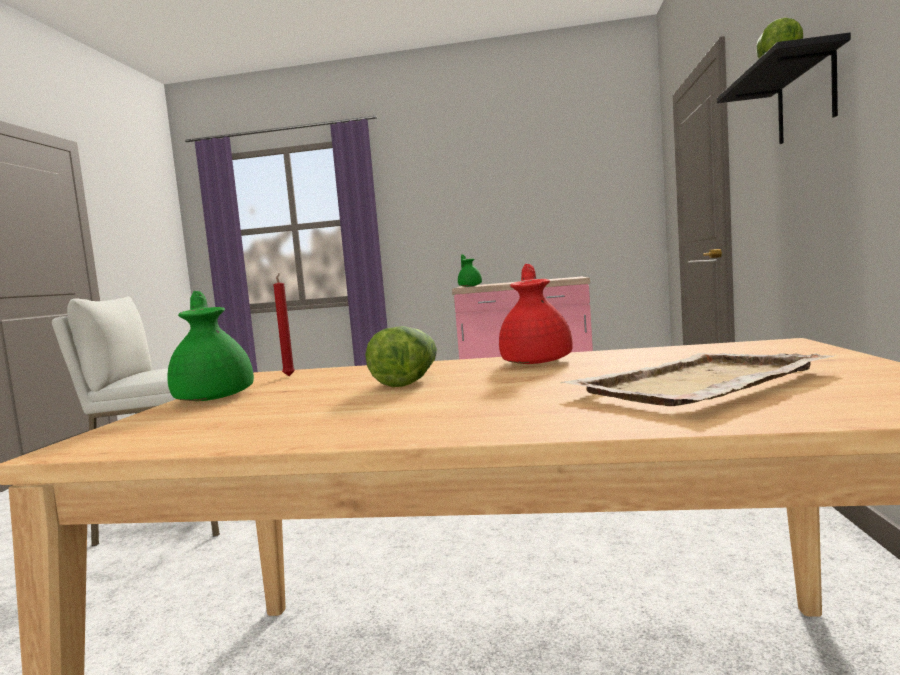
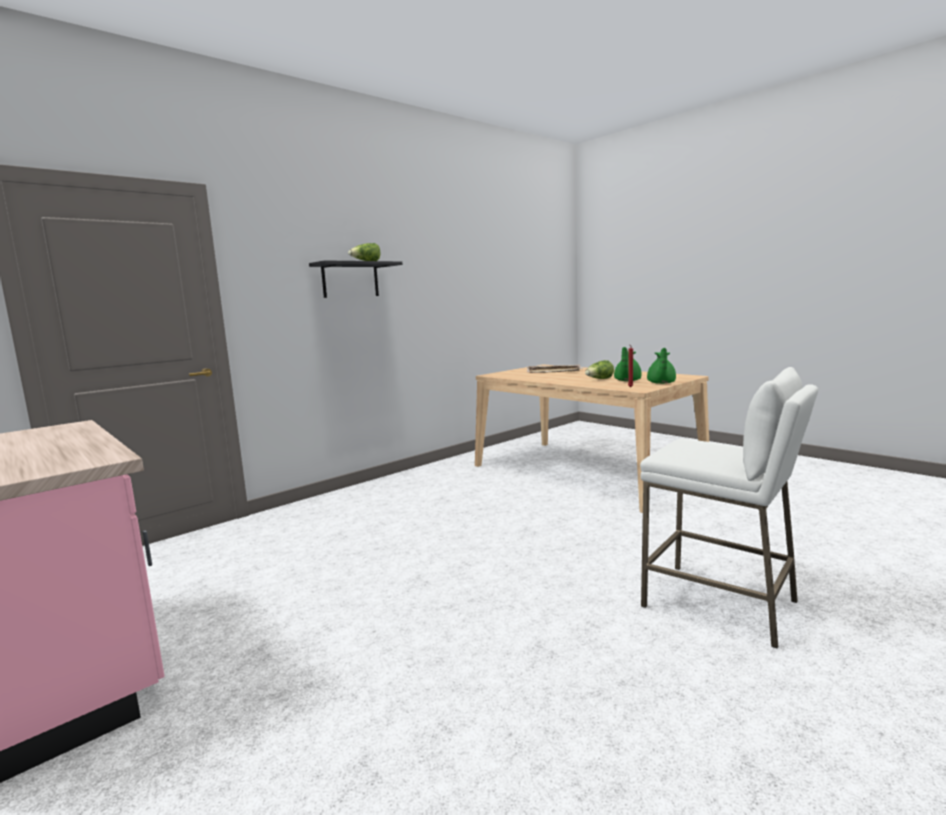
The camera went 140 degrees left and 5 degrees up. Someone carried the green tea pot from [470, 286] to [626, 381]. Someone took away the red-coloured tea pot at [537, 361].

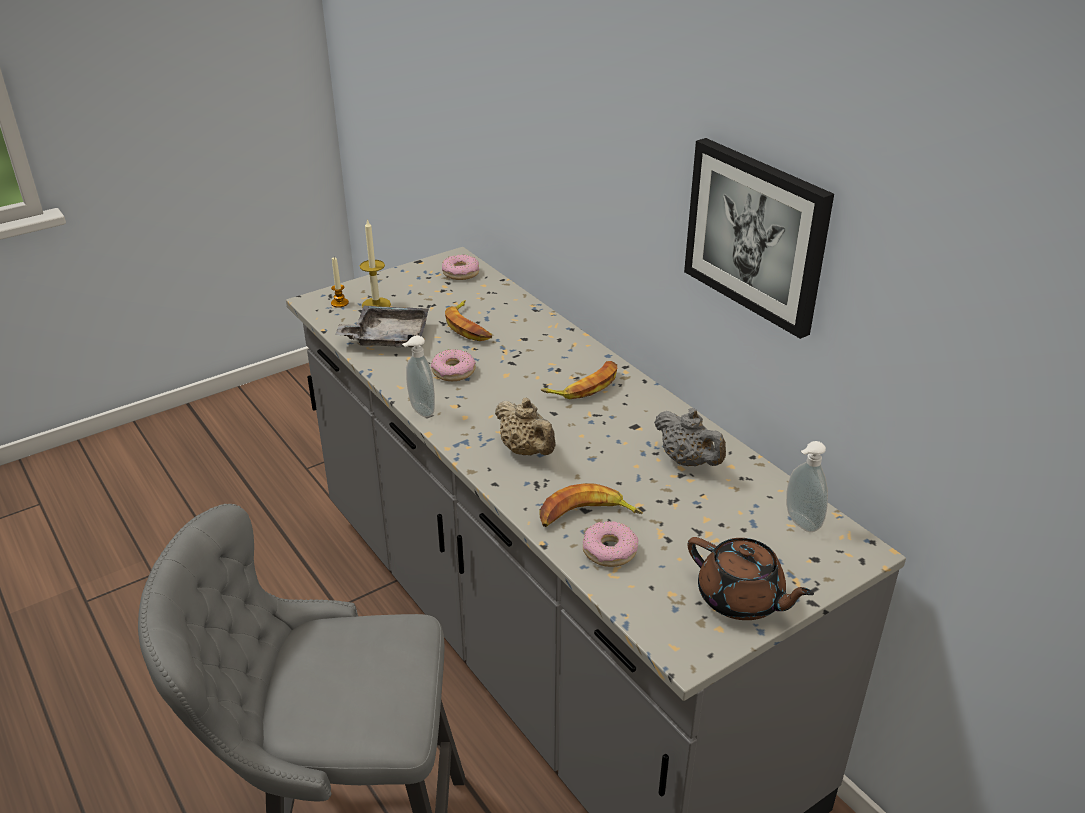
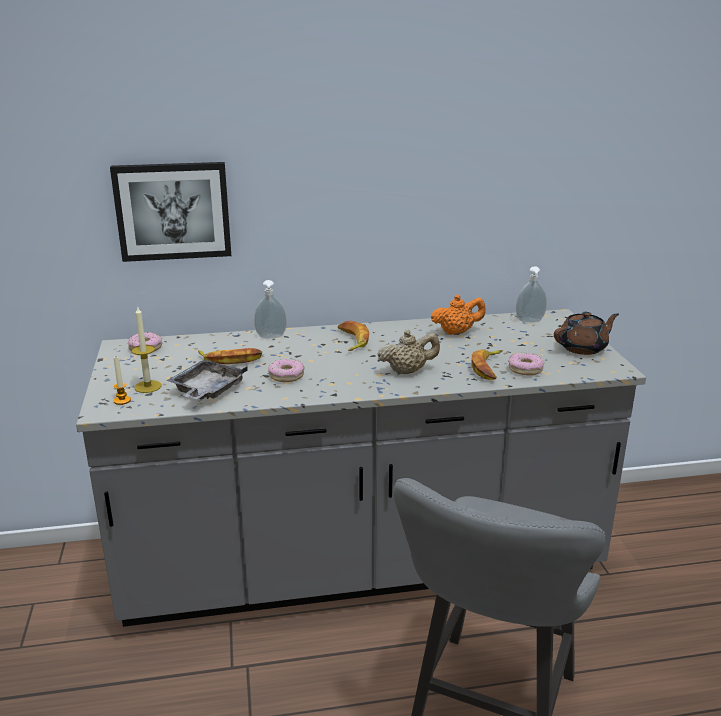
The camera went 65 degrees left and 10 degrees down. Someone carried the wall picture from [757, 234] to [173, 211]. Someone carried the soap dispenser from [420, 411] to [271, 337]. Someone repainted the gray tea pot at [688, 461], which became the orange tea pot at [457, 332].

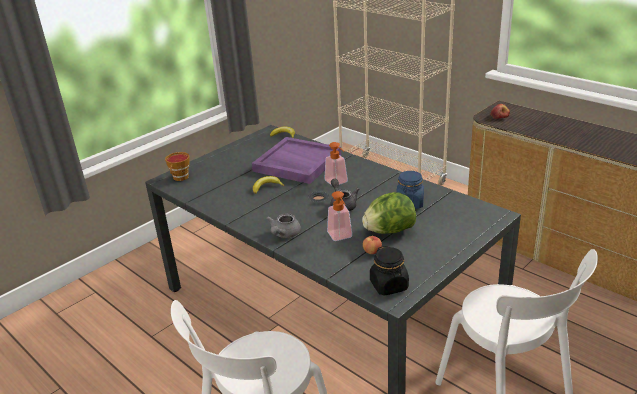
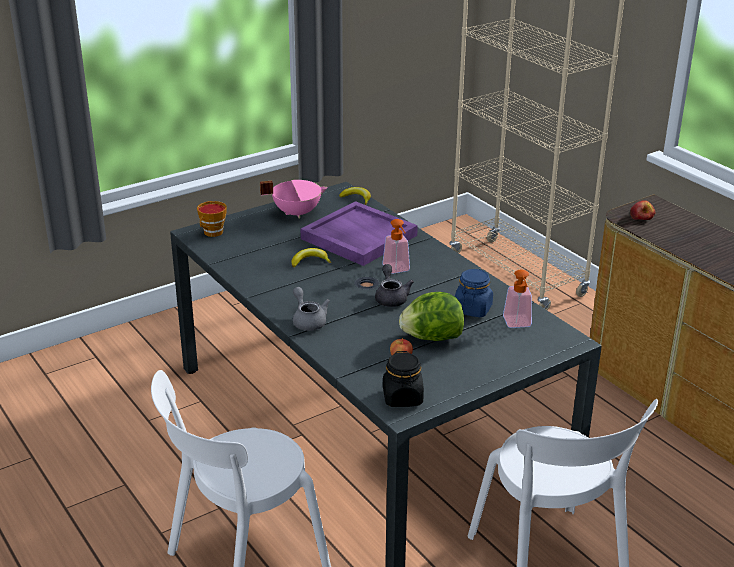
The camera went 10 degrees right and 0 degrees up. Someone carried the soap dispenser from [341, 237] to [518, 324]. Someone rotated the gray tea pot at [284, 234] by 120 degrees clockwise. Someone put down the pink saucepot at [296, 213].

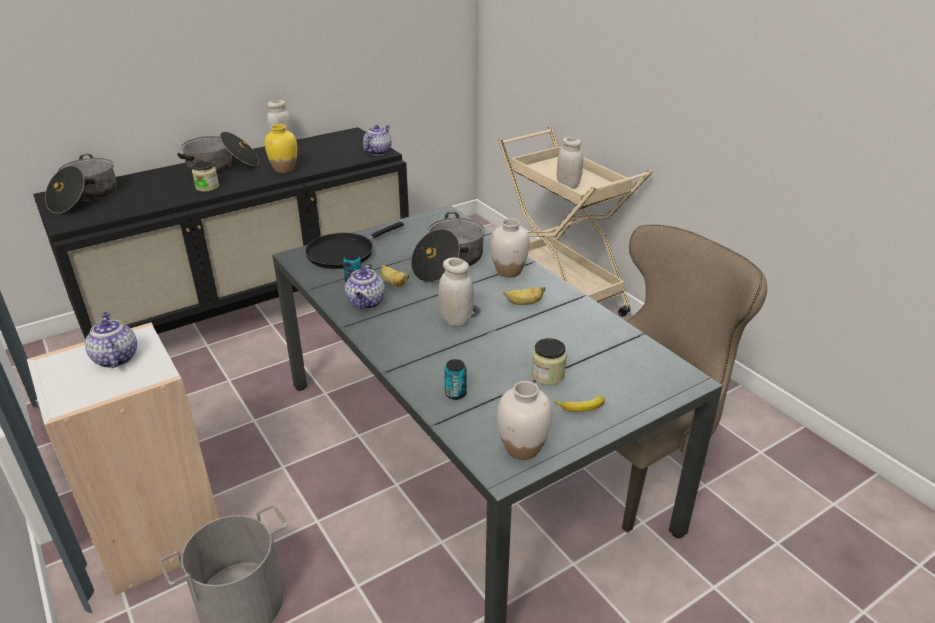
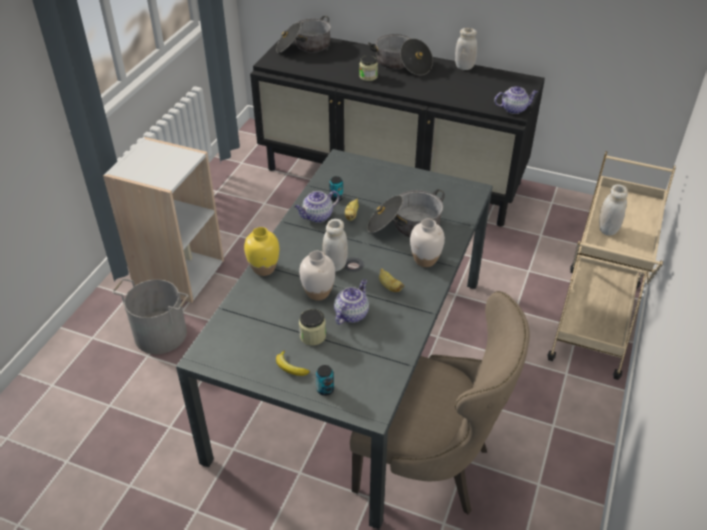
The camera went 55 degrees right and 10 degrees up. Someone carried the yellow decorative vase from [284, 169] to [264, 269]. Someone took away the black-coloured skillet at [344, 253]. Someone carried the tea pot from [115, 358] to [351, 313]. Someone carried the can from [455, 394] to [325, 389]. Someone carried the whitish decorative vase from [522, 448] to [318, 293].

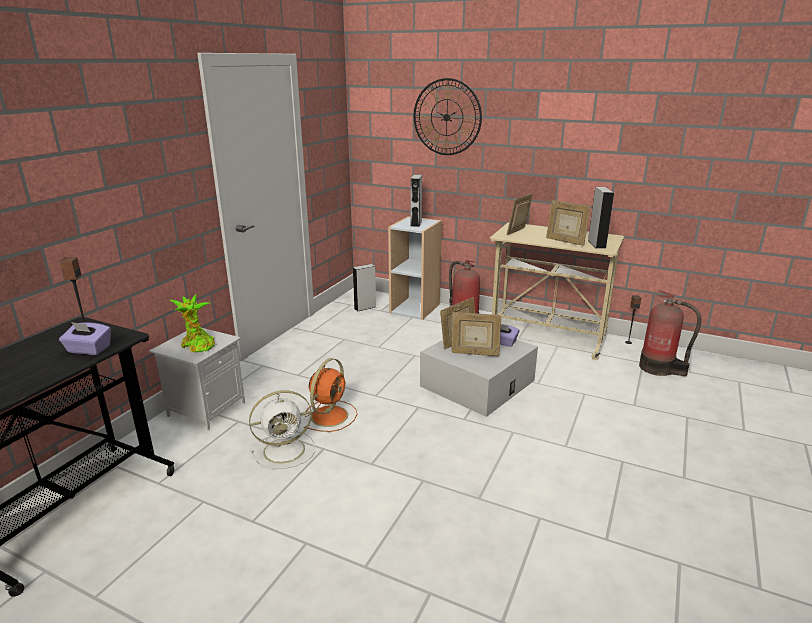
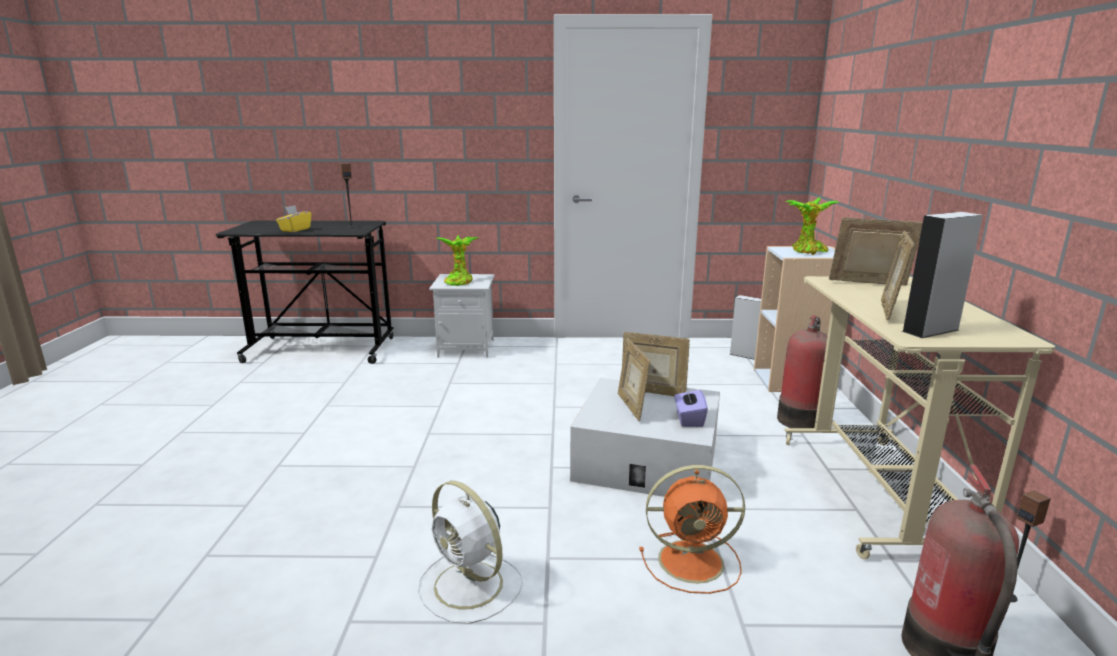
The camera went 65 degrees right and 5 degrees down. Someone took away the wall clock at [447, 117]. Someone swapped the gray loudspeaker at [416, 223] for the potted plant at [808, 252]. Someone took away the purple tissue box at [88, 350]. Someone carried the orange electric fan from [330, 415] to [694, 561]. Someone carried the whitish electric fan from [286, 450] to [470, 586]. Someone put down the yellow tissue box at [295, 230].

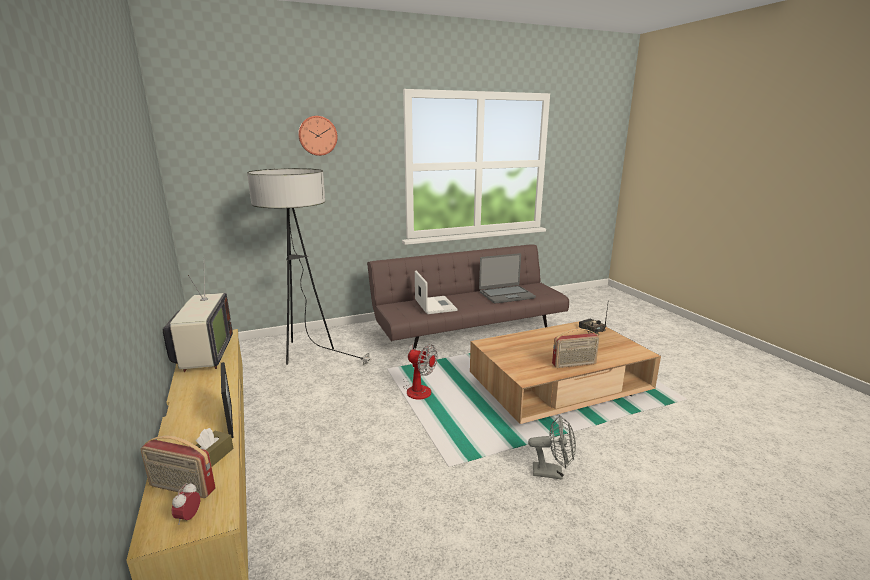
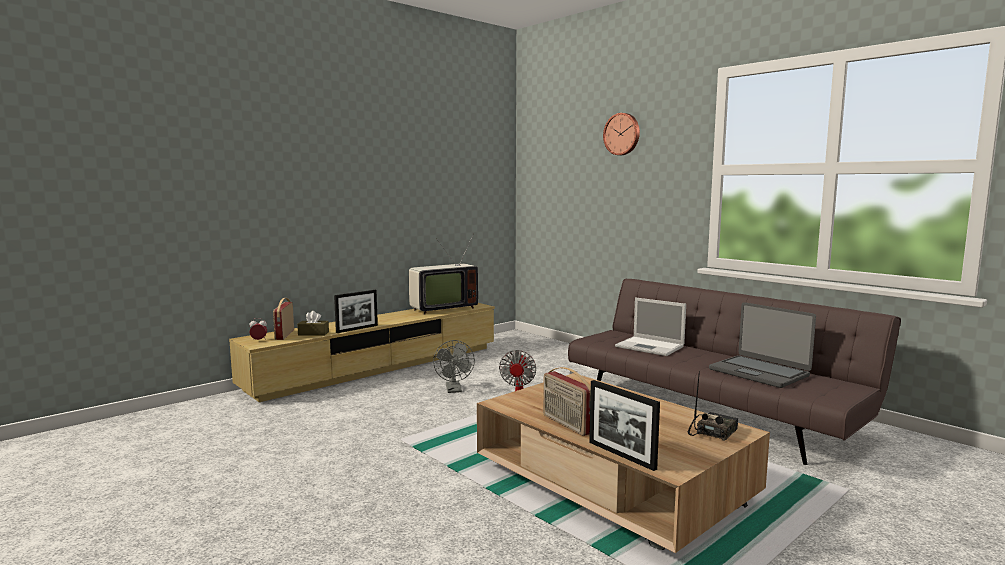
The camera went 70 degrees right and 10 degrees down. Someone took away the standing lamp at [308, 356]. Someone rotated the notebook computer at [435, 305] by 75 degrees clockwise. Someone carried the gray electric fan from [552, 472] to [454, 390]. Someone put down the standing frame at [621, 455].

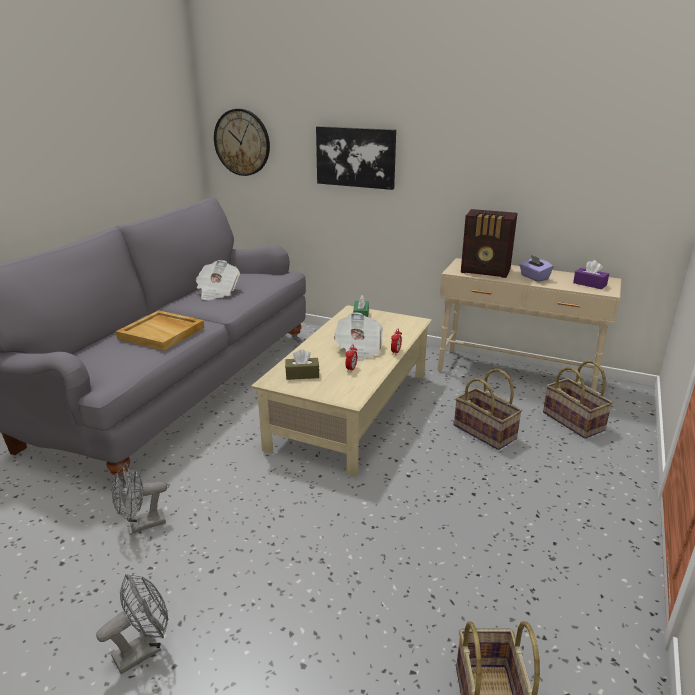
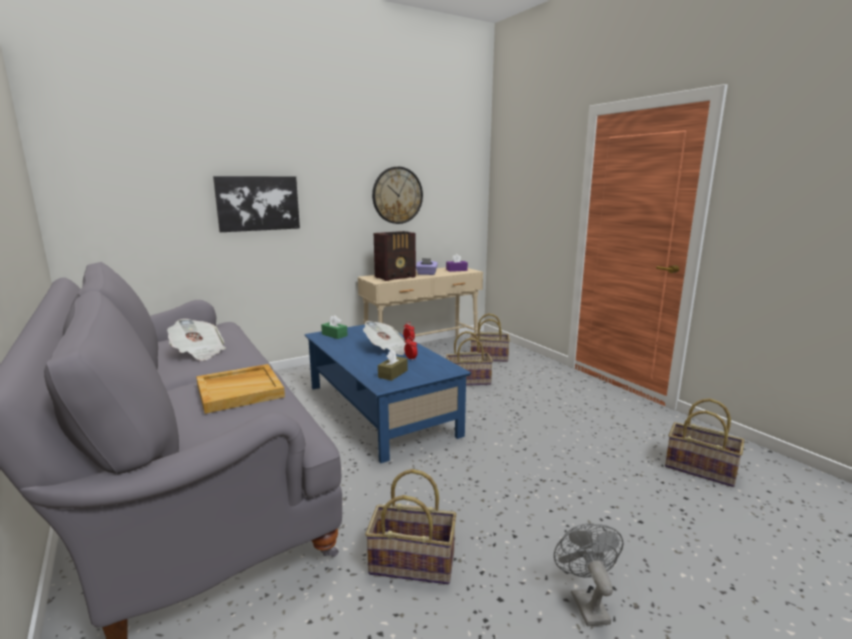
The camera went 55 degrees left and 10 degrees down. Someone carried the wall clock from [242, 142] to [397, 195]. Someone repainted the beige low table at [350, 409], which became the blue-coloured low table at [378, 409]. Someone swapped the gray electric fan at [141, 525] for the household basket at [413, 562].

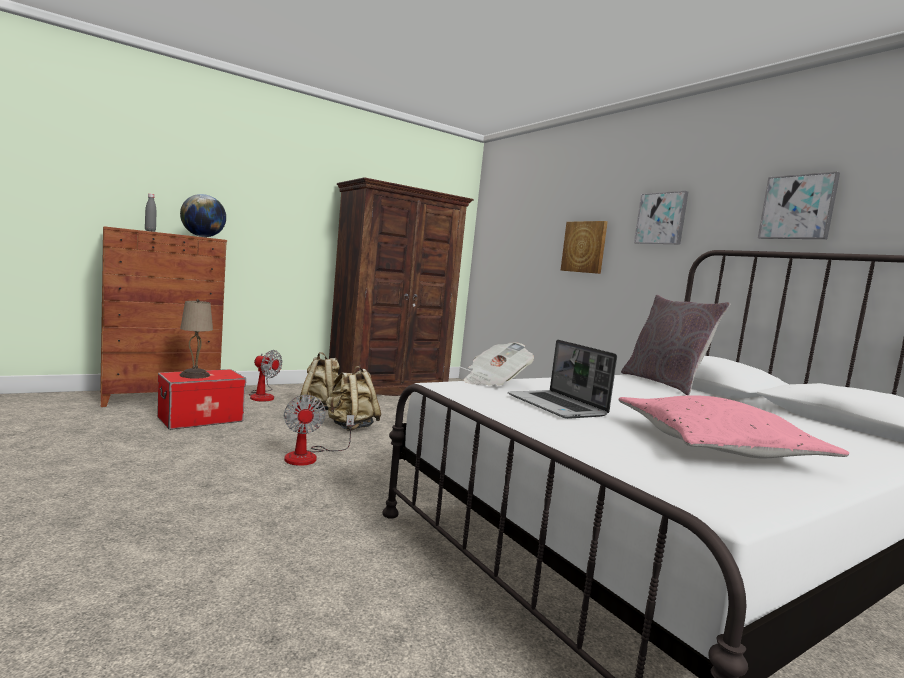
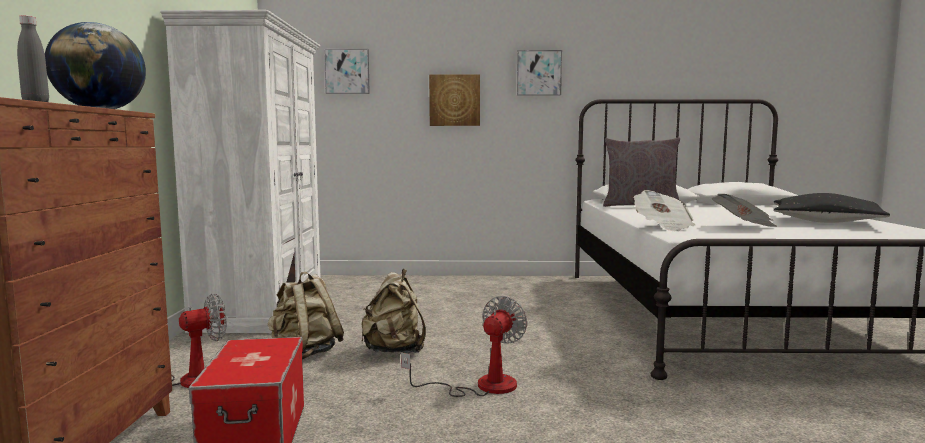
The camera went 55 degrees left and 0 degrees up. Someone carried the wall picture from [798, 207] to [347, 71]. Someone repainted the brown armoire at [388, 388], which became the whitish armoire at [264, 308]. Someone took away the beige tabletop lamp at [195, 375]. Someone swapped the notebook computer at [557, 406] for the daily paper at [744, 227]. Someone rotated the electric fan at [309, 456] by 75 degrees counterclockwise. Someone repainted the pink cushion at [715, 446], which became the black-coloured cushion at [824, 222].

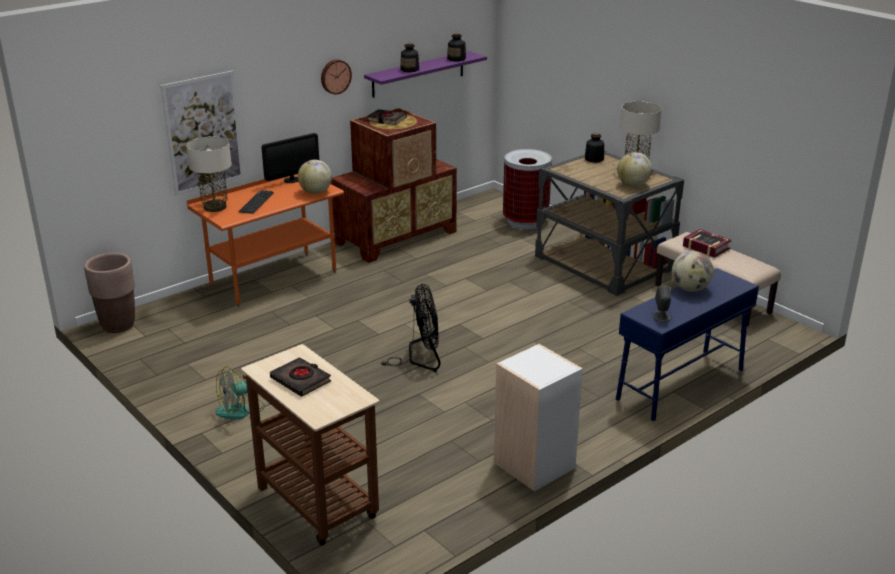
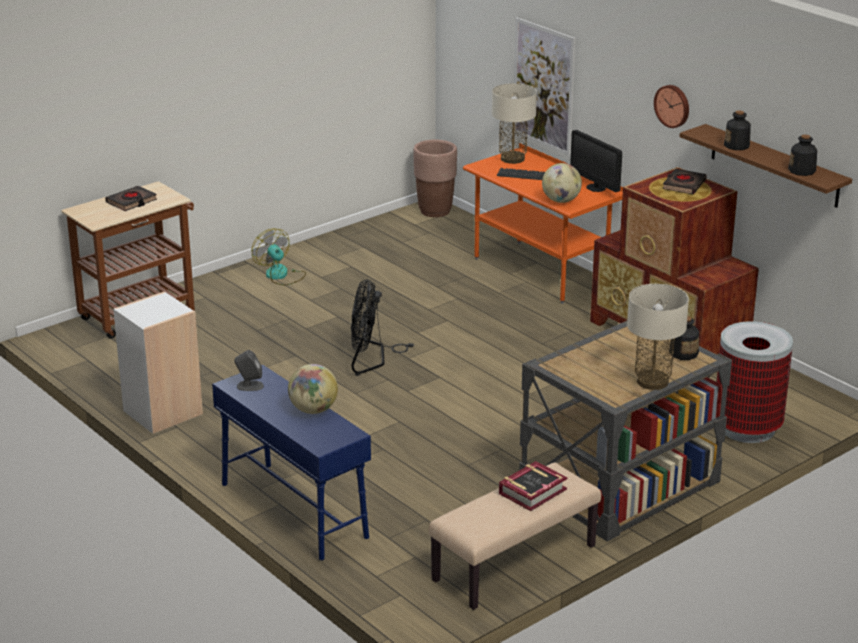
The camera went 90 degrees right and 0 degrees up. Someone repainted the purple shelf at [418, 74], which became the brown shelf at [774, 166]. Someone took away the globe at [633, 185]. Someone rotated the black-coloured electric fan at [420, 355] by 90 degrees clockwise.

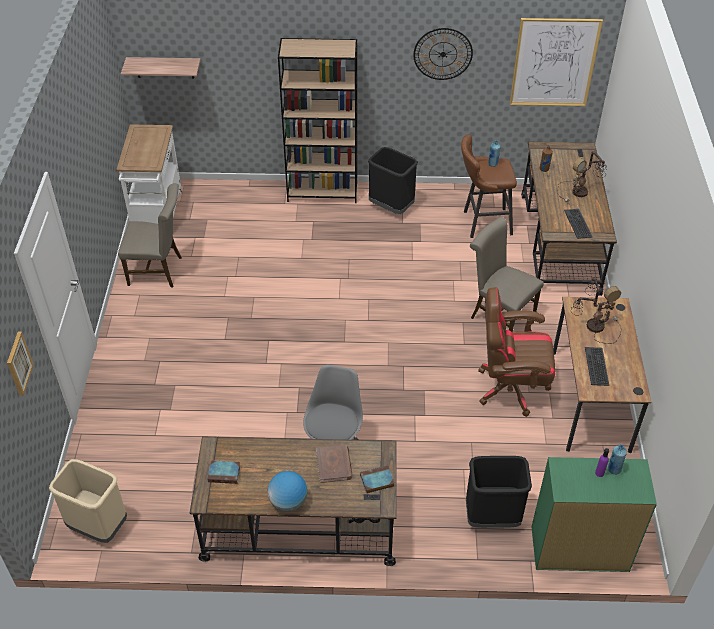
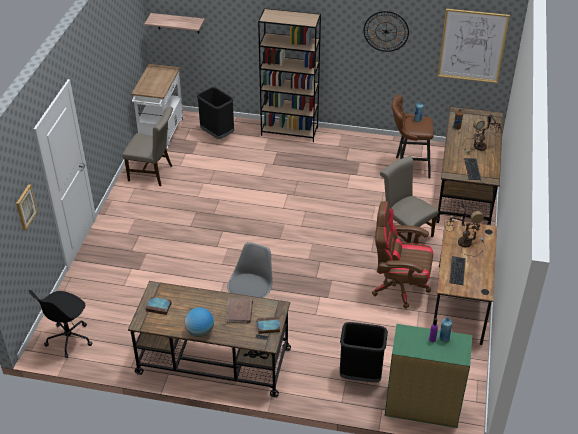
The camera went 10 degrees right and 5 degrees down. Someone carried the black-coloured rubbish bin from [391, 207] to [217, 134]. Someone swapped the beige rubbish bin at [98, 526] for the black-coloured desk chair at [68, 340].

